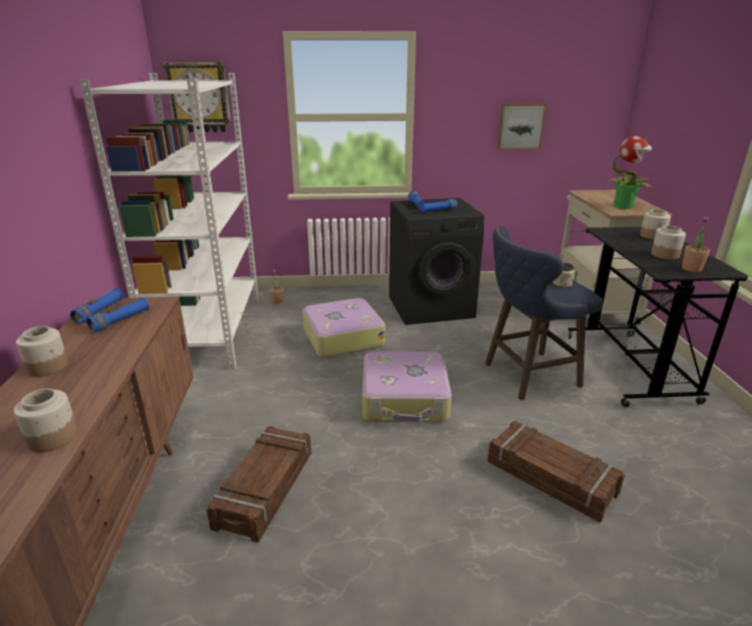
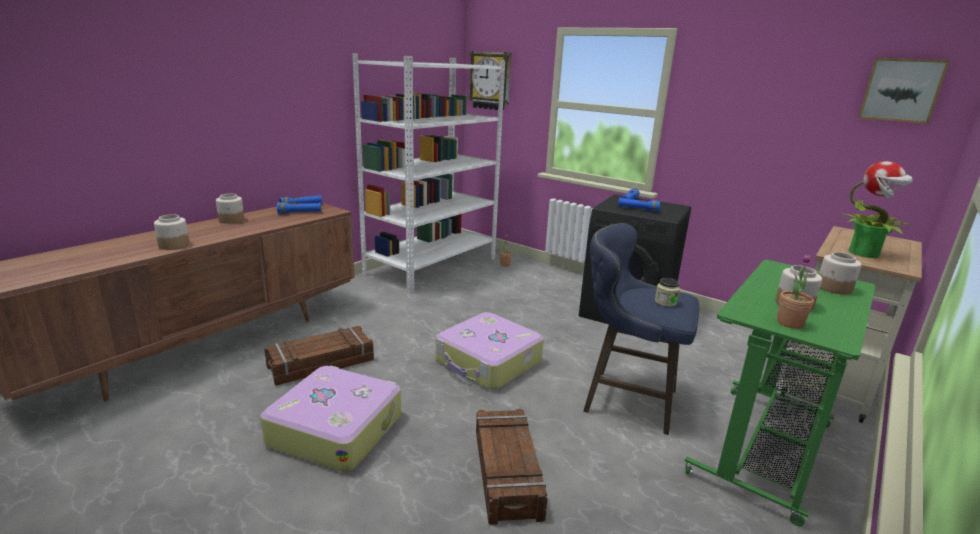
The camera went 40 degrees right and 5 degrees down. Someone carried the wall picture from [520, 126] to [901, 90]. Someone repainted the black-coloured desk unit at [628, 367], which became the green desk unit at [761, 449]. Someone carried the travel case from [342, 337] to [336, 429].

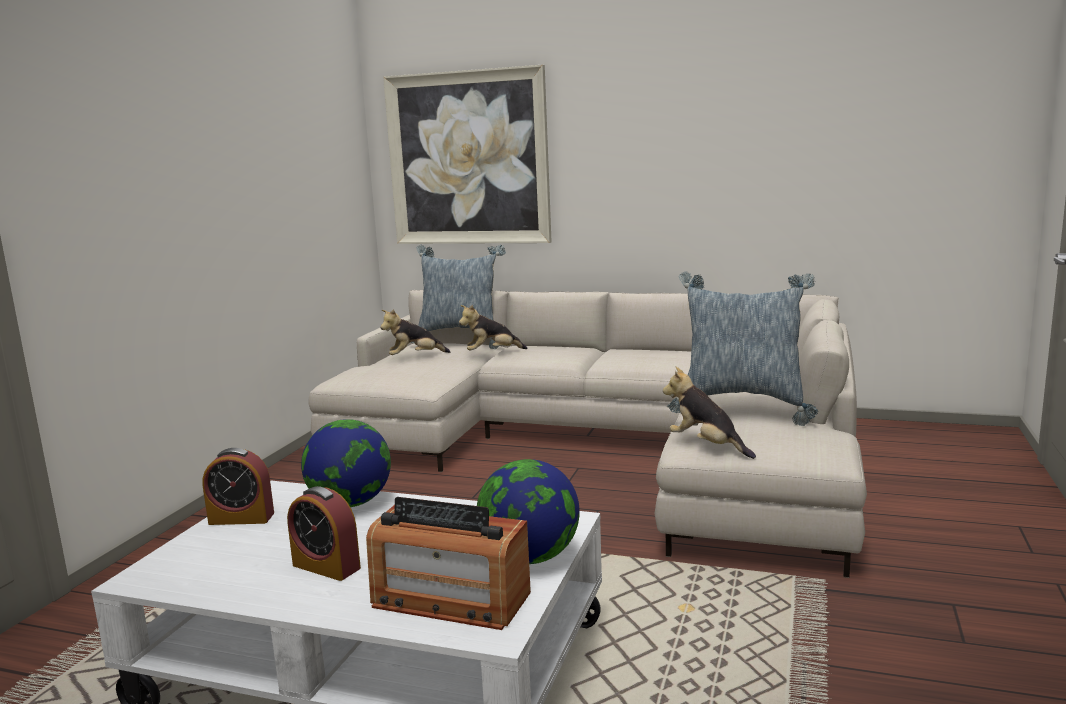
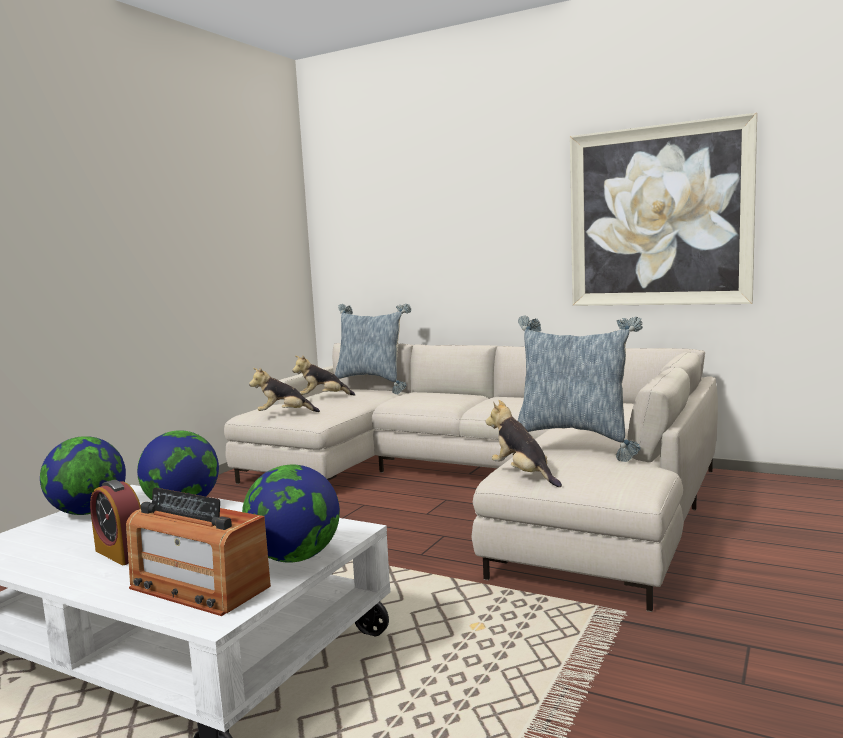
The camera went 10 degrees right and 5 degrees down. Someone carried the wall picture from [468, 158] to [658, 216]. Someone carried the plush toy from [492, 353] to [284, 414]. Someone swapped the bedside clock at [241, 518] for the globe at [88, 512].

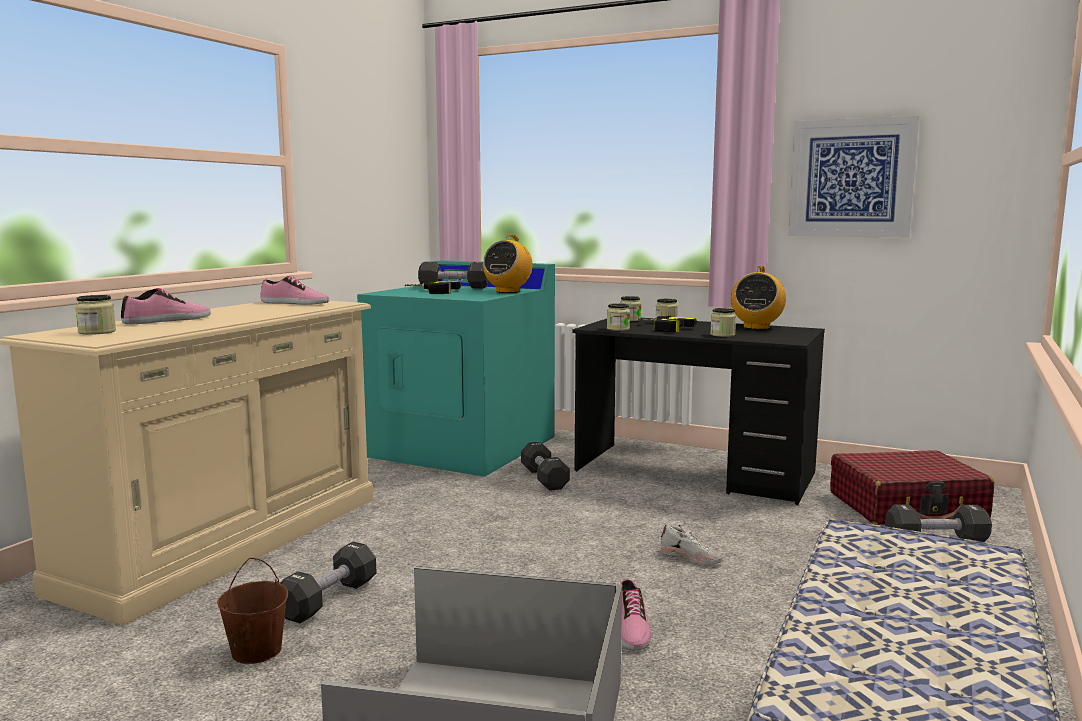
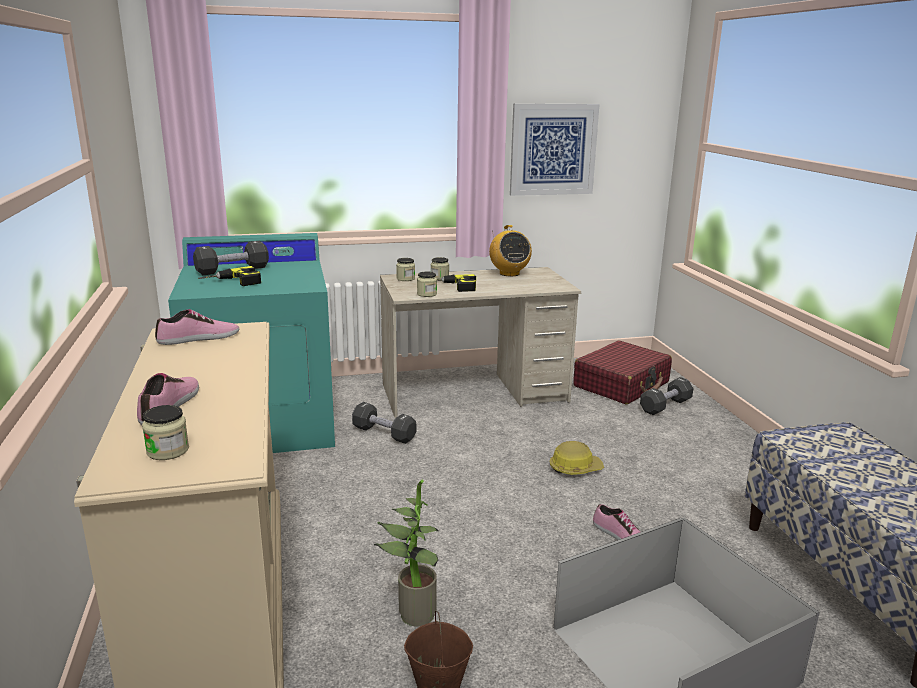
The camera went 40 degrees left and 10 degrees up. Someone took away the radio set at [508, 291]. Someone took away the storage jar at [722, 335]. Someone repainted the black-coloured desk unit at [694, 472], which became the beige desk unit at [474, 393]. Someone swapped the whitish shoe at [691, 557] for the work helmet at [575, 468]. Someone swapped the black-coloured free weight at [329, 599] for the potted plant at [411, 614].

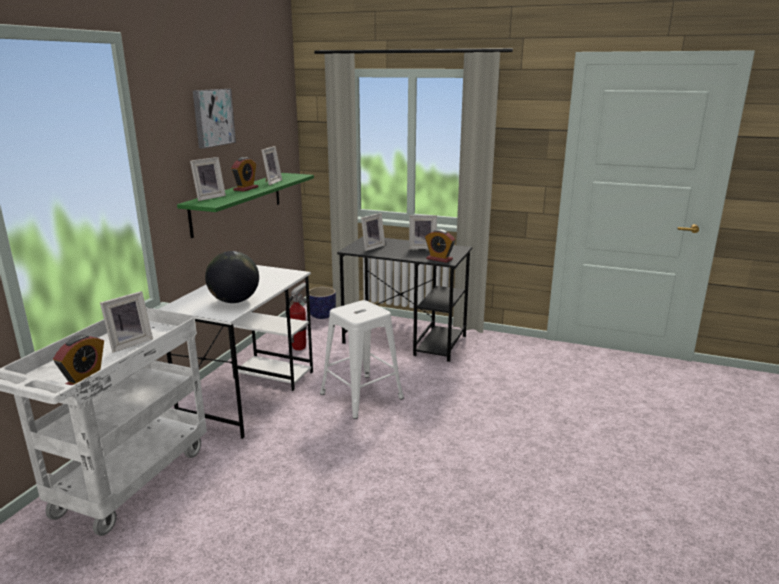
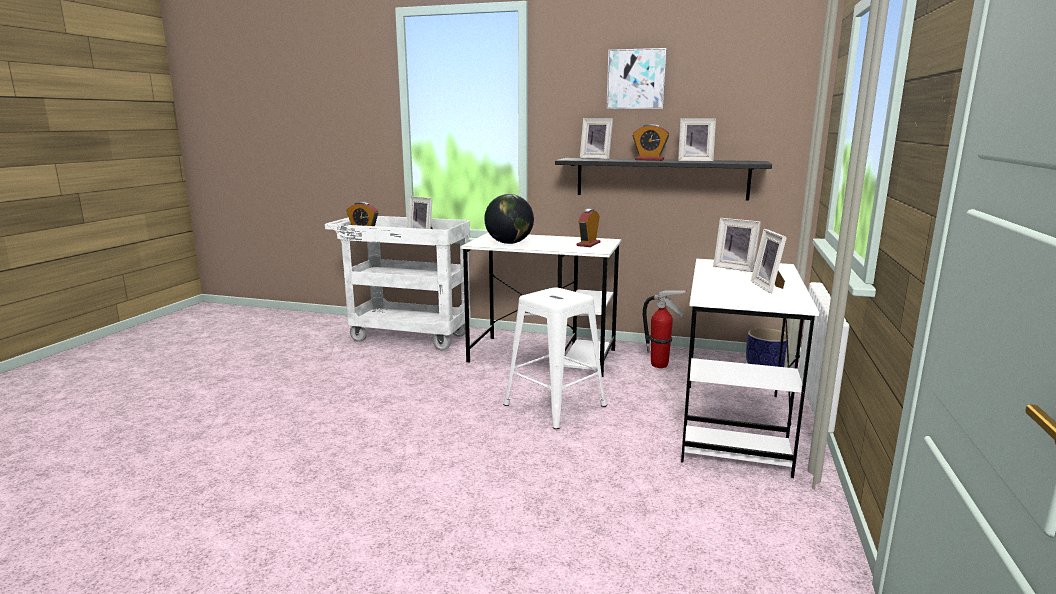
The camera went 85 degrees right and 5 degrees down. Someone repainted the green shelf at [237, 203], which became the black-coloured shelf at [661, 178]. Someone carried the bedside clock from [439, 259] to [588, 244]. Someone repainted the black-coloured desk unit at [405, 340], which became the whitish desk unit at [734, 426].

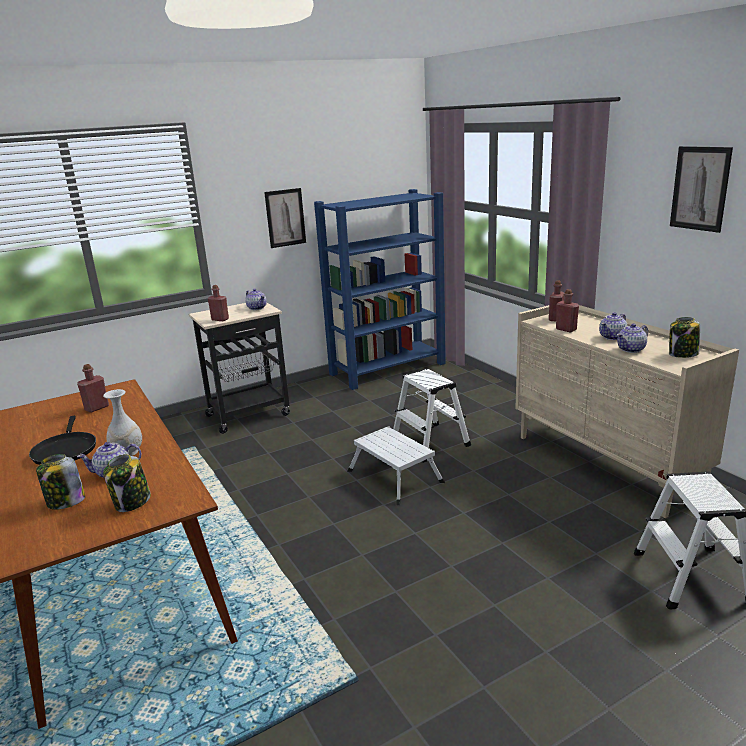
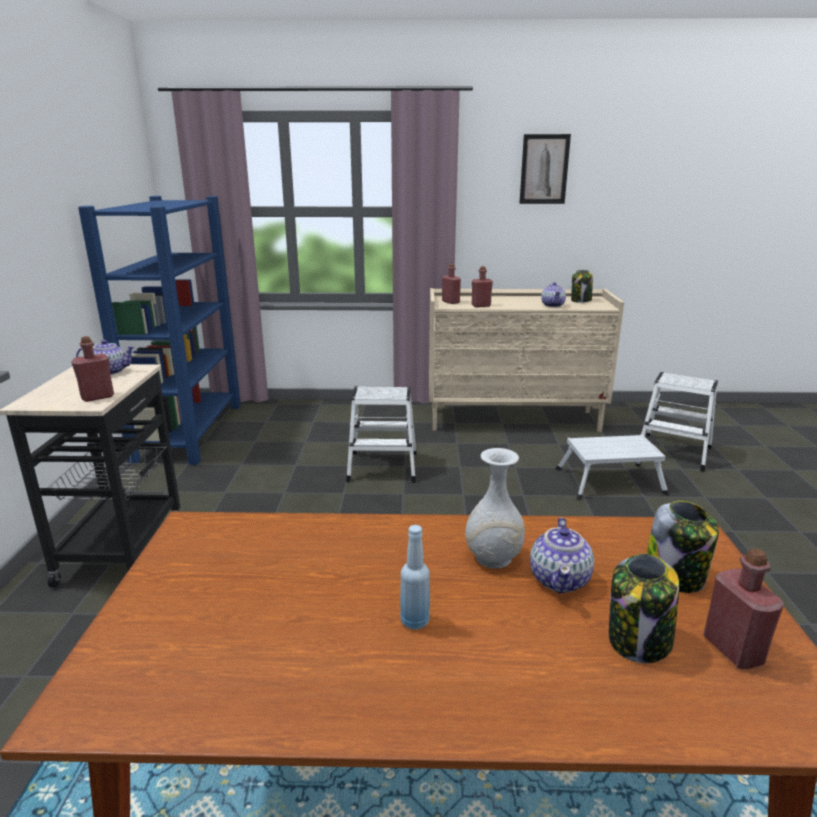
The camera went 60 degrees left and 0 degrees up. Someone took away the wall picture at [285, 218]. Someone took away the tea pot at [612, 337]. Someone carried the red-coloured beverage bottle from [97, 408] to [733, 650]. Someone swapped the black-coloured skillet at [65, 450] for the blue-coloured beverage bottle at [414, 621]. Someone carried the whitish stepladder from [395, 476] to [610, 481].

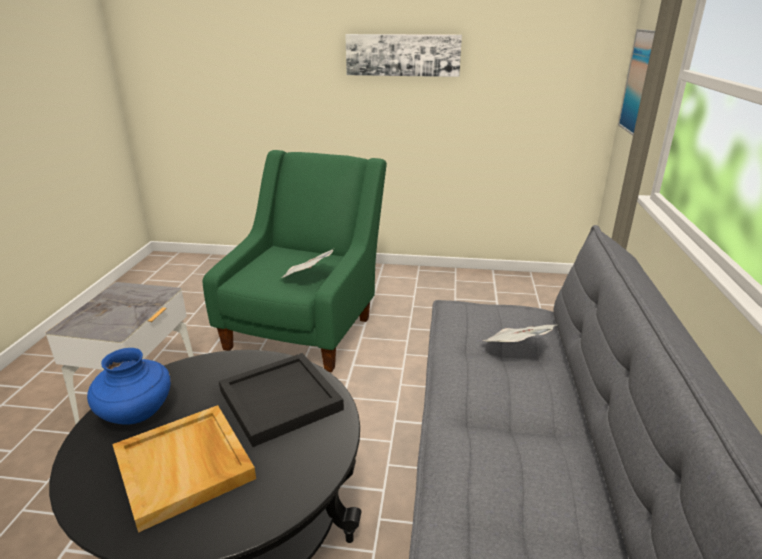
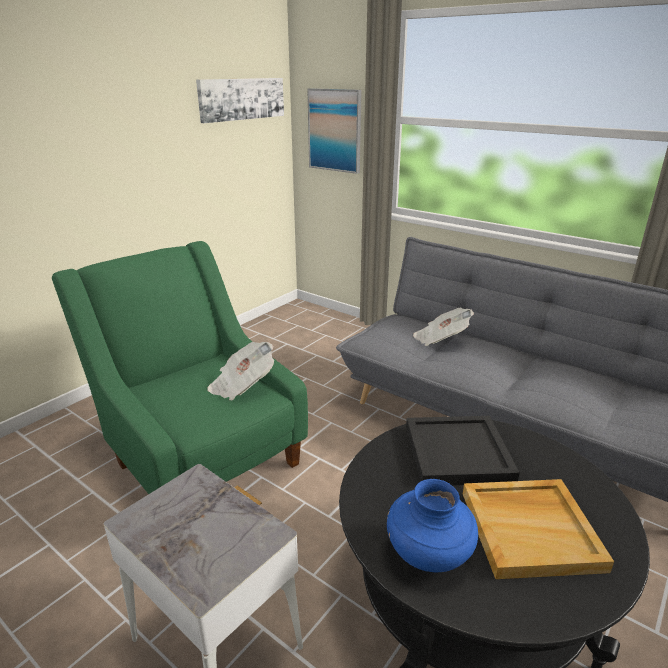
The camera went 60 degrees left and 0 degrees up. Someone carried the wall picture from [403, 55] to [242, 99].

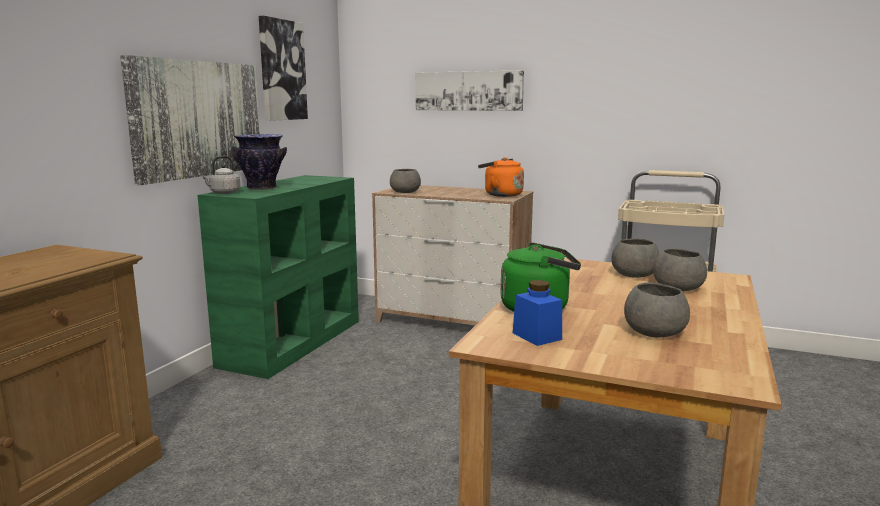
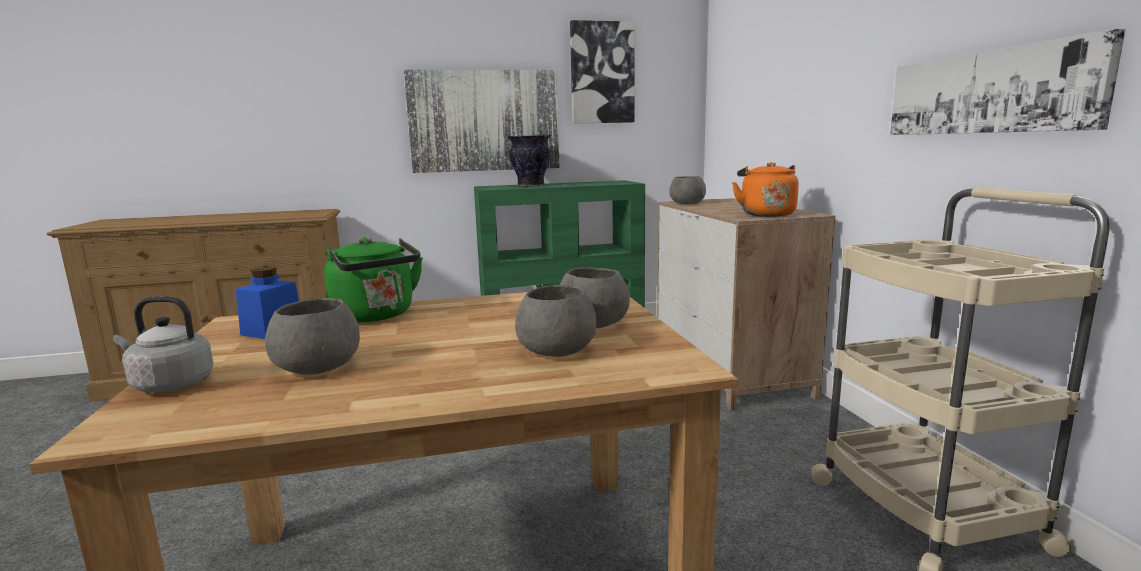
The camera went 55 degrees right and 0 degrees up. Someone carried the wall picture from [468, 91] to [988, 92]. Someone carried the gray kettle from [223, 193] to [169, 384].

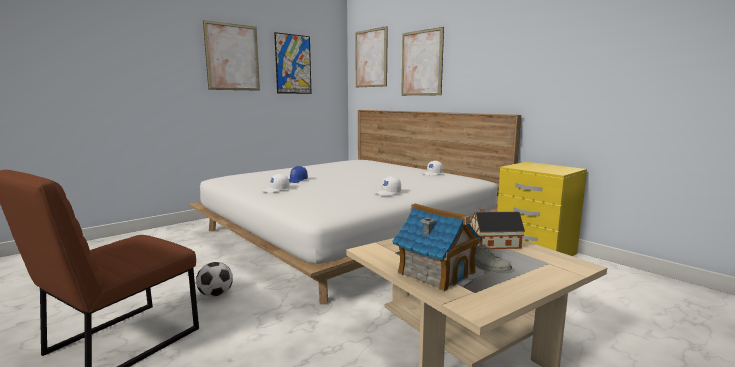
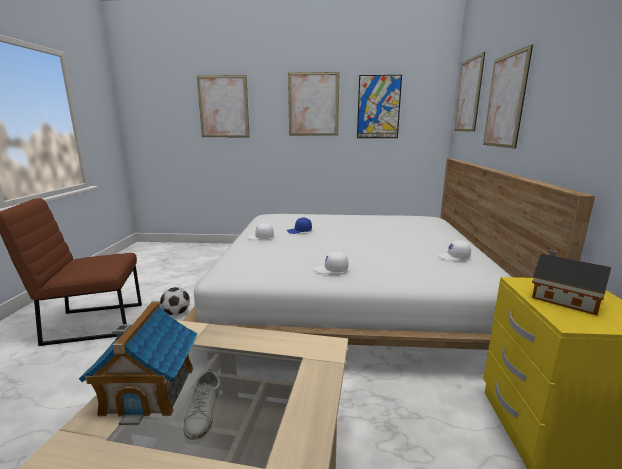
The camera went 45 degrees right and 5 degrees up. Someone carried the toy house from [493, 243] to [562, 298]. Someone put up the wall picture at [223, 107].

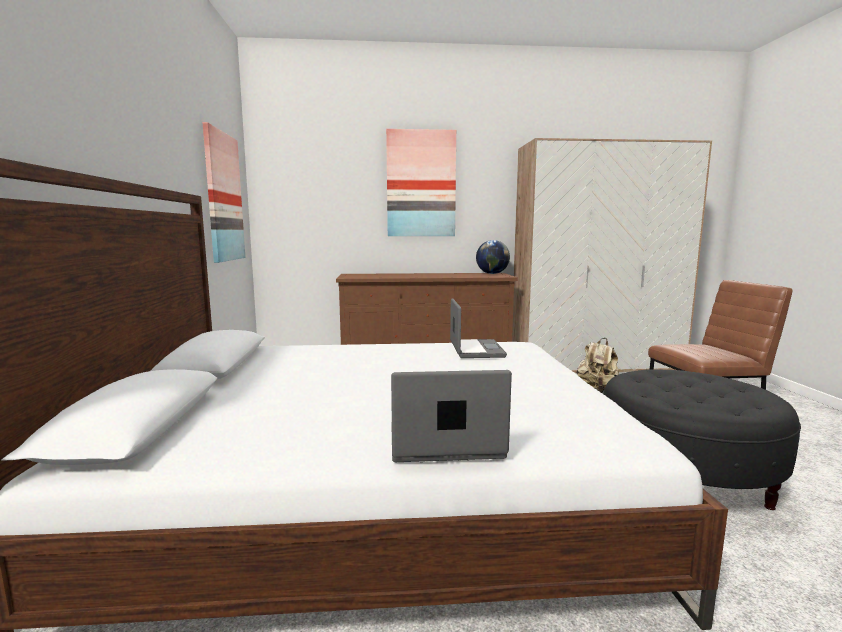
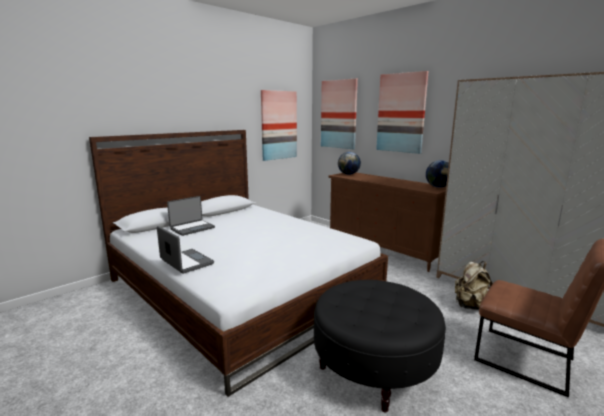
The camera went 50 degrees right and 5 degrees up. Someone carried the notebook computer from [475, 350] to [192, 228]. Someone put up the wall picture at [339, 114]. Someone put down the globe at [348, 174].

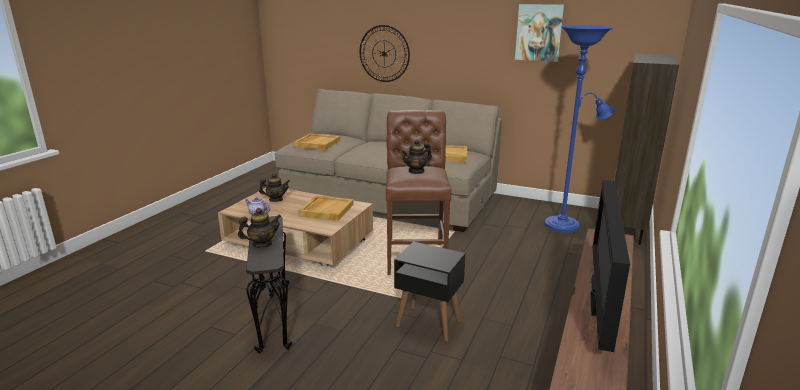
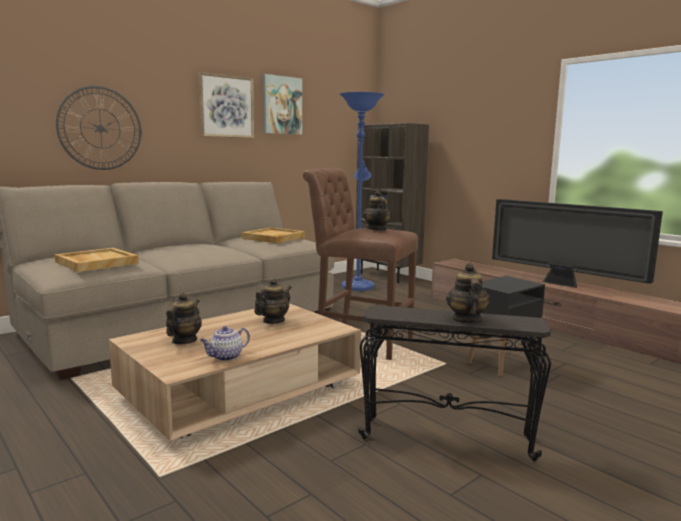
The camera went 65 degrees left and 10 degrees down. Someone swapped the beige carrying tray at [326, 210] for the tea pot at [273, 321]. Someone put up the wall picture at [226, 106].

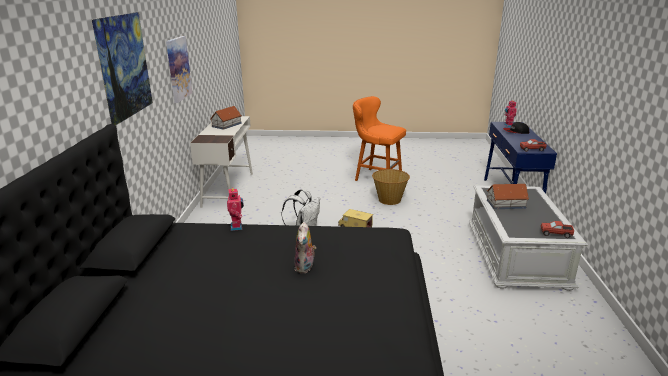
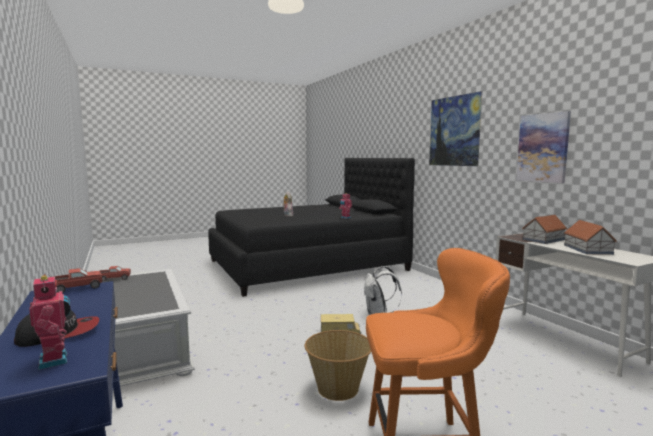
The camera went 150 degrees right and 15 degrees down. Someone carried the toy house from [506, 204] to [543, 239].

